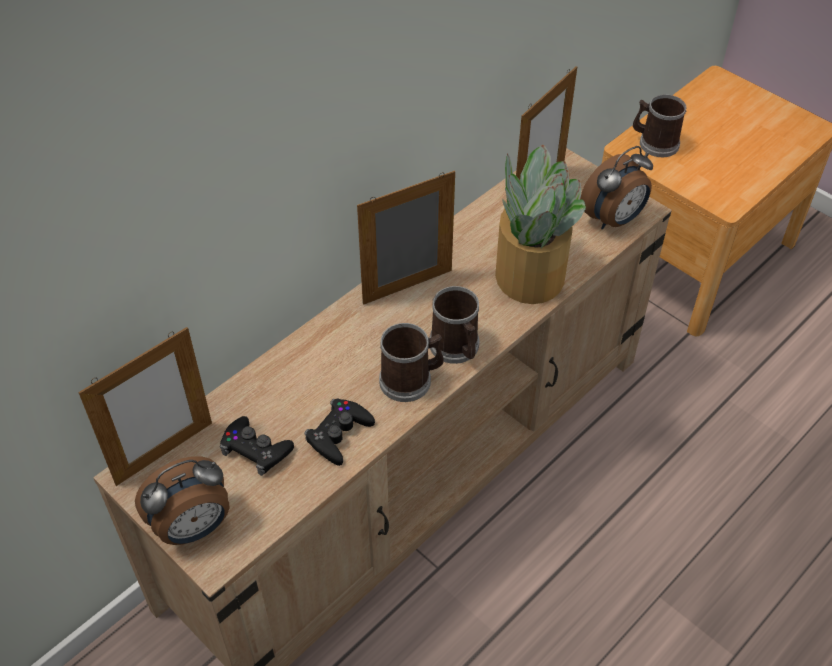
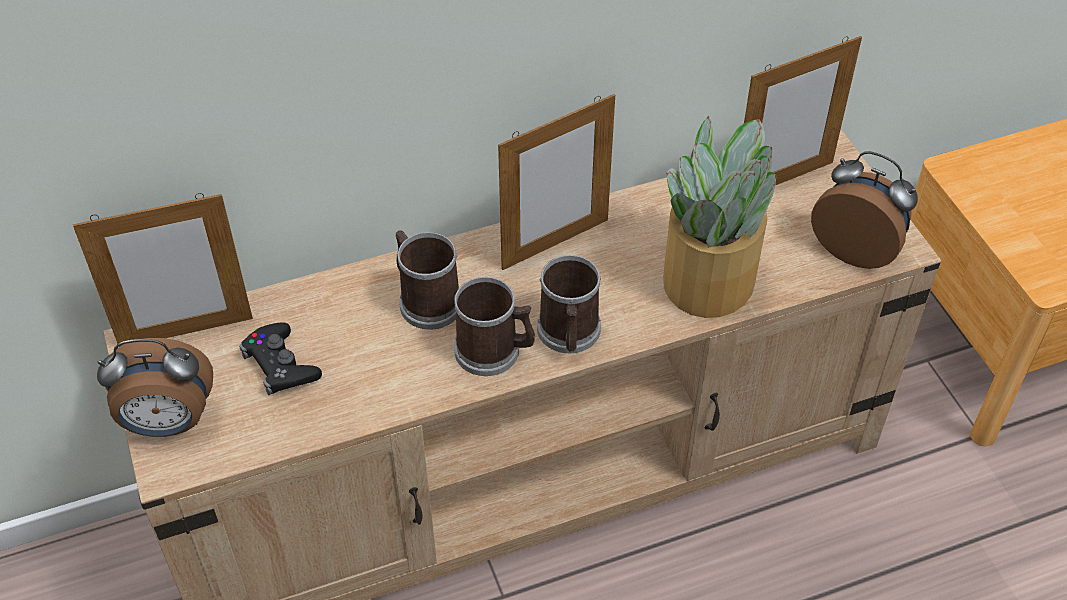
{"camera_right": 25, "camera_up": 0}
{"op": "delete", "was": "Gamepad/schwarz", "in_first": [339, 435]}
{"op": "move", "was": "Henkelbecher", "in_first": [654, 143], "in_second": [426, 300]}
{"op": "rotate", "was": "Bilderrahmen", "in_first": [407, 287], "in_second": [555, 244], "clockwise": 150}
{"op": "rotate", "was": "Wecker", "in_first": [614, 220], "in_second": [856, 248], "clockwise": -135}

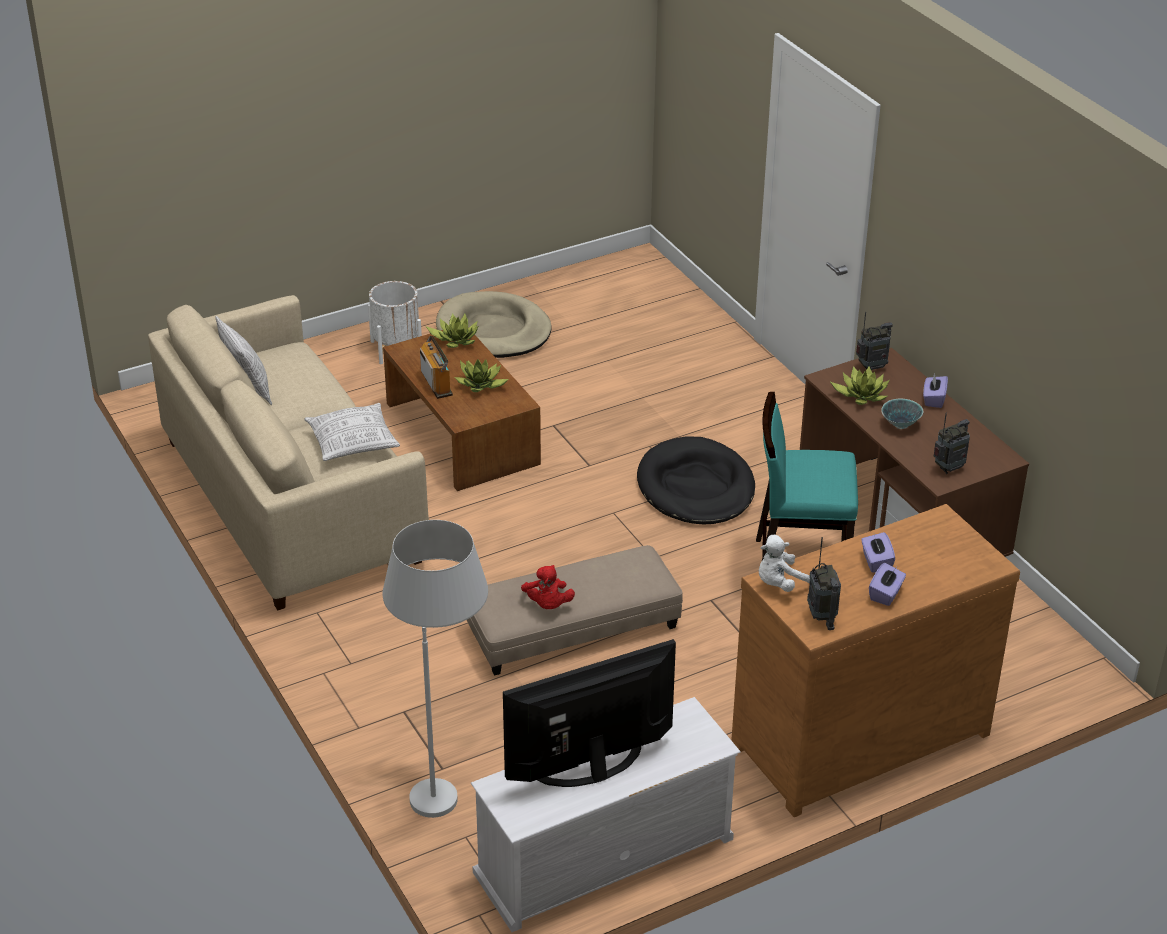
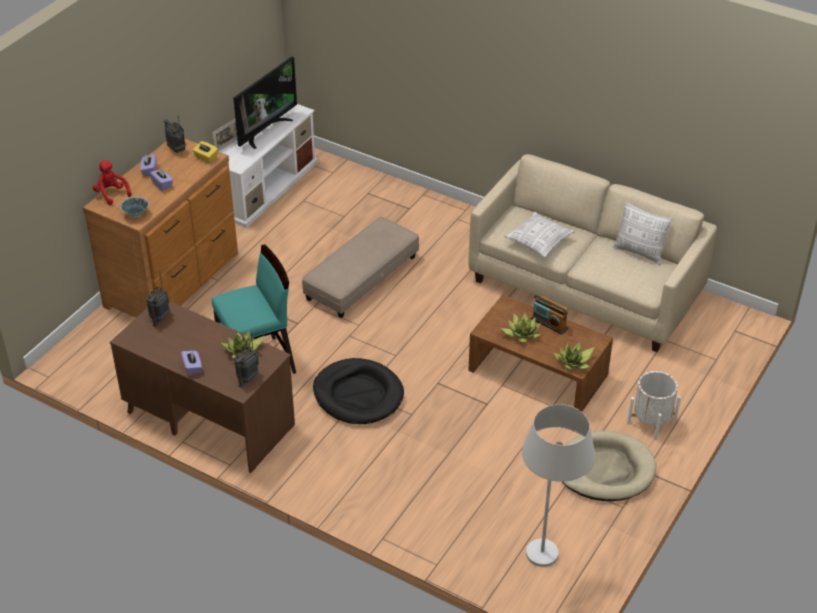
{"camera_right": 150, "camera_up": 5}
{"op": "insert", "now": "Bilderrahmen", "in_second": [227, 145]}
{"op": "move", "was": "Stehlampe/weiß", "in_first": [444, 781], "in_second": [546, 568]}
{"op": "move", "was": "Plüschtier/rot", "in_first": [547, 605], "in_second": [111, 194]}
{"op": "move", "was": "Schüssel", "in_first": [901, 424], "in_second": [136, 214]}
{"op": "replace", "was": "Plüschtier/weiß", "now": "Taschentuchbox/gelb", "in_first": [781, 584], "in_second": [206, 157]}

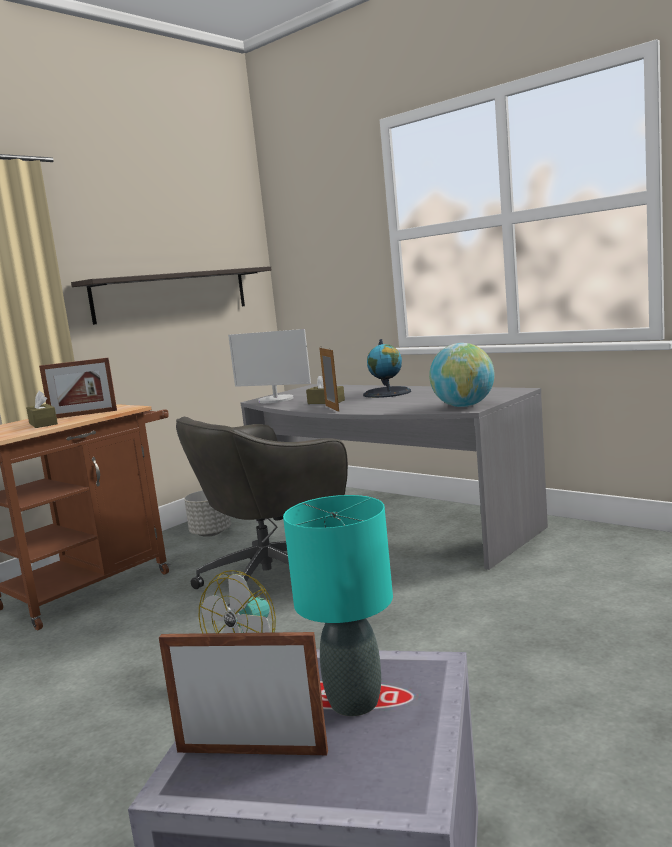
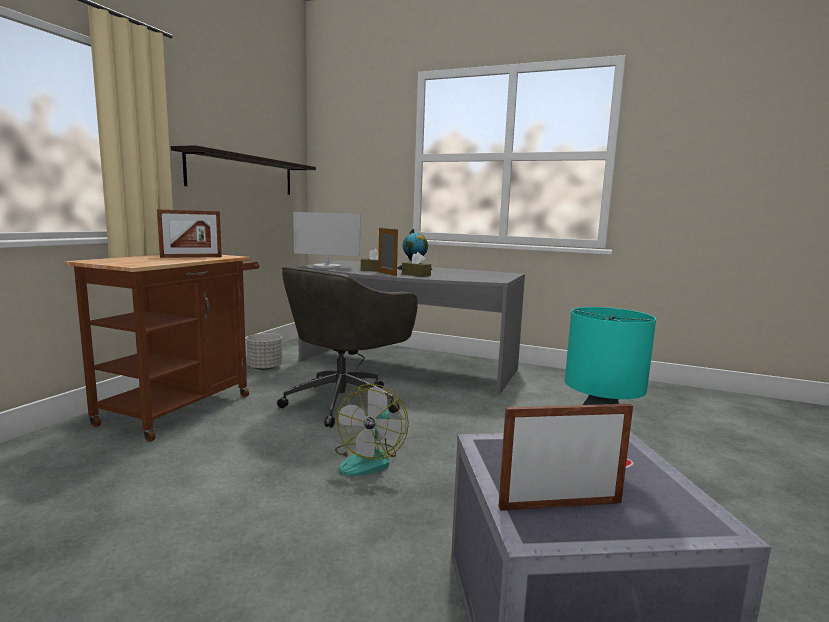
{"camera_right": -20, "camera_up": 0}
{"op": "delete", "was": "Globus", "in_first": [463, 406]}
{"op": "move", "was": "Taschentuchbox/braun", "in_first": [43, 424], "in_second": [416, 275]}

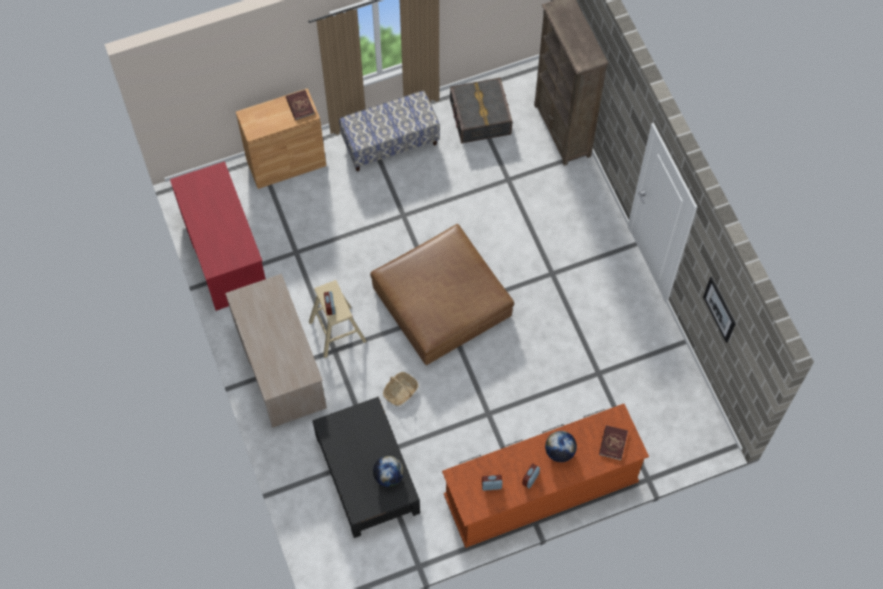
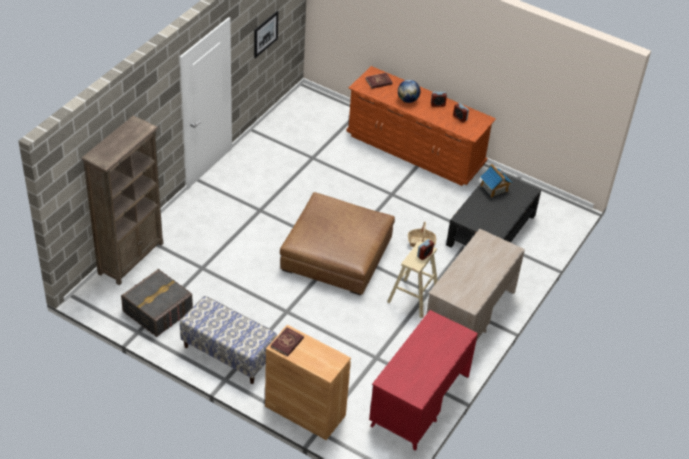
{"camera_right": -130, "camera_up": -20}
{"op": "replace", "was": "Globus", "now": "Spielzeughaus", "in_first": [388, 476], "in_second": [494, 188]}

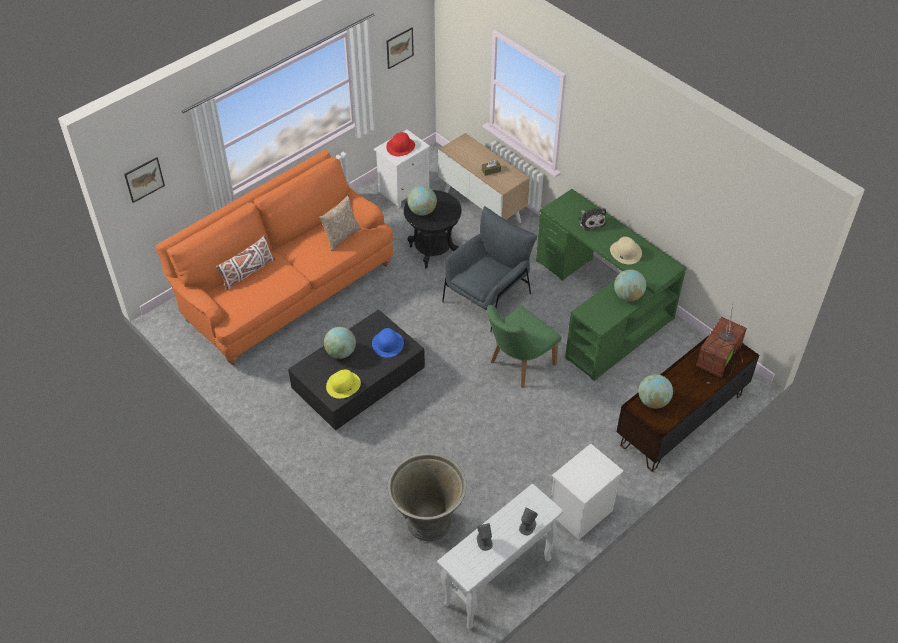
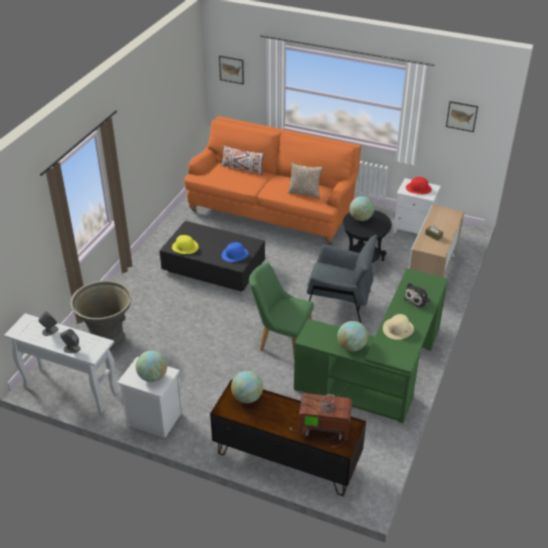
{"camera_right": 65, "camera_up": -10}
{"op": "move", "was": "Globus", "in_first": [341, 352], "in_second": [152, 377]}

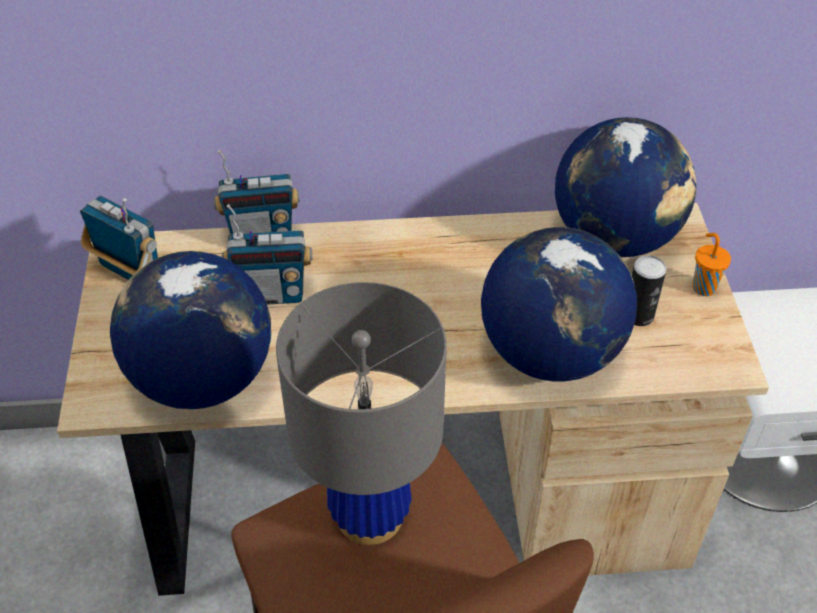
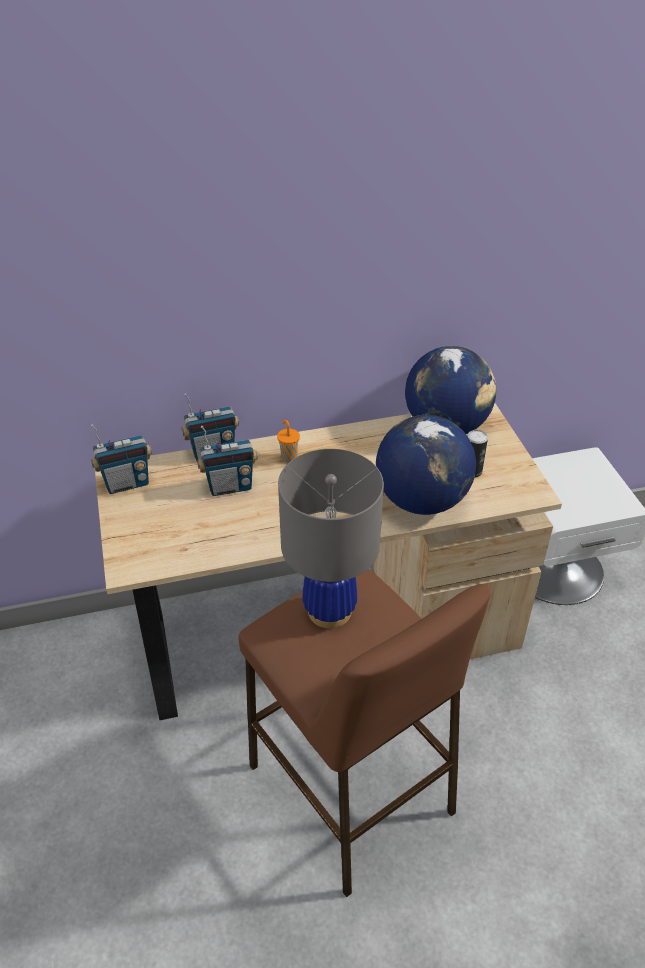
{"camera_right": -10, "camera_up": -5}
{"op": "delete", "was": "Globus", "in_first": [202, 379]}
{"op": "move", "was": "Tasse/orange", "in_first": [703, 287], "in_second": [288, 457]}
{"op": "rotate", "was": "Radio", "in_first": [129, 270], "in_second": [127, 483], "clockwise": 135}

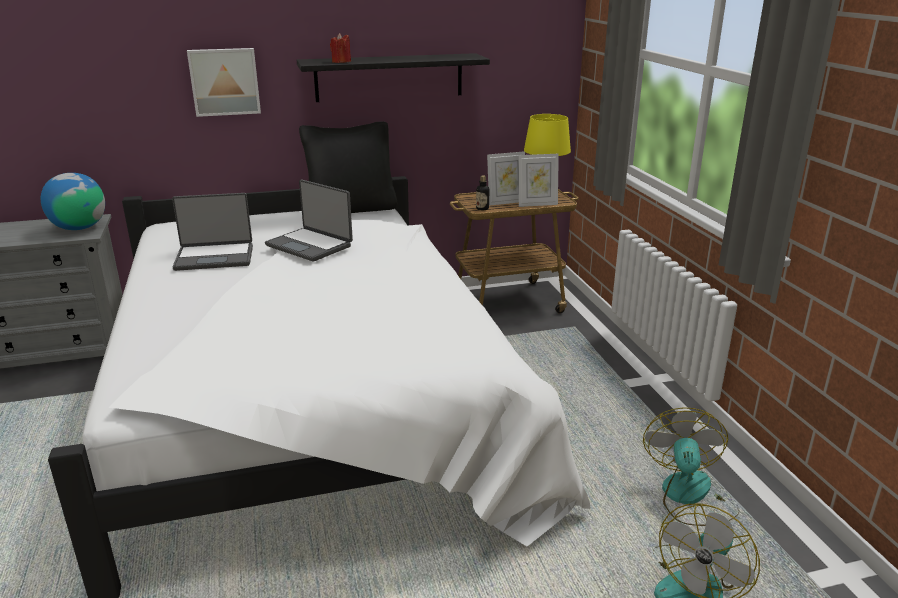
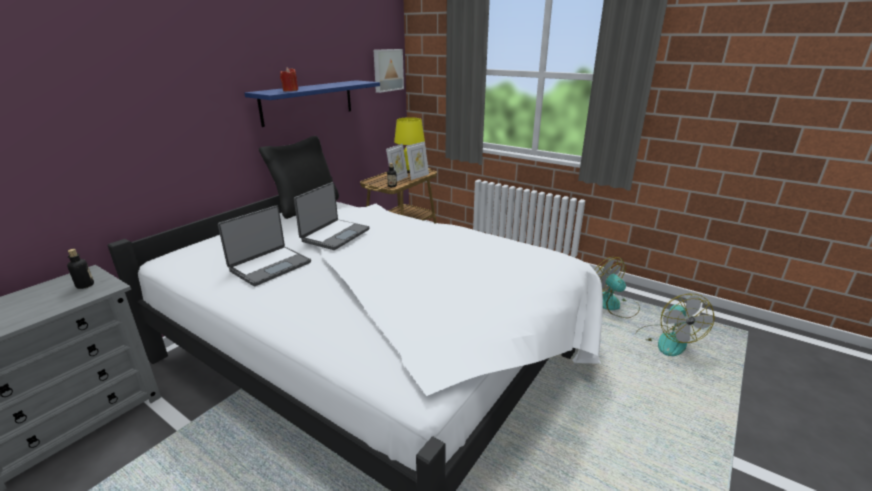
{"camera_right": -40, "camera_up": 0}
{"op": "move", "was": "Bild", "in_first": [224, 81], "in_second": [387, 70]}
{"op": "replace", "was": "Globus", "now": "Flasche", "in_first": [79, 228], "in_second": [85, 285]}
{"op": "recolor", "was": "Wandregal/schwarz", "now": "Wandregal/blau", "in_first": [389, 77], "in_second": [308, 102]}
{"op": "rotate", "was": "Laptop", "in_first": [310, 245], "in_second": [334, 235], "clockwise": -60}

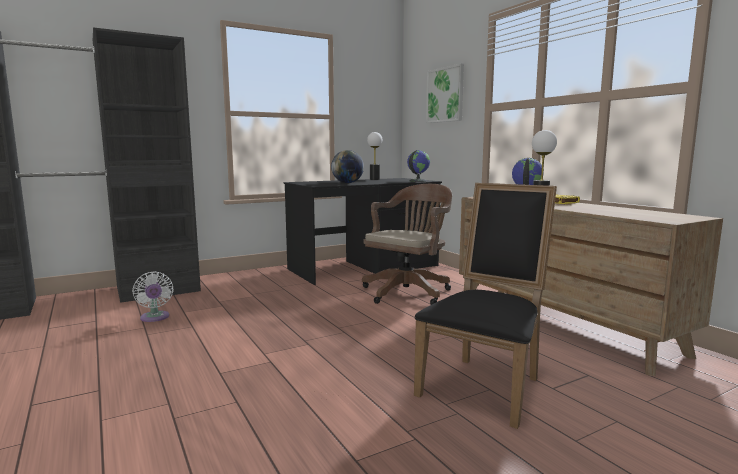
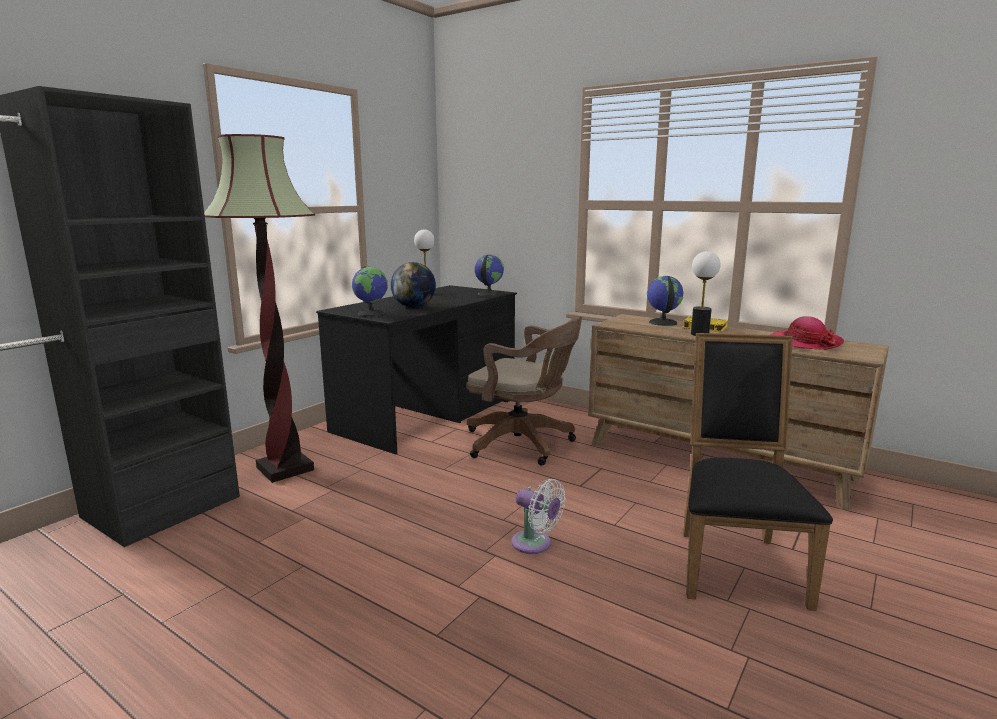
{"camera_right": -25, "camera_up": 5}
{"op": "delete", "was": "Bild", "in_first": [445, 95]}
{"op": "insert", "now": "Stehlampe", "in_second": [285, 469]}
{"op": "insert", "now": "Globus", "in_second": [371, 313]}
{"op": "insert", "now": "Hut", "in_second": [804, 343]}
{"op": "move", "was": "Ventilator/weiß", "in_first": [155, 318], "in_second": [535, 544]}
{"op": "rotate", "was": "Bürostuhl/braun", "in_first": [409, 291], "in_second": [523, 444], "clockwise": 105}

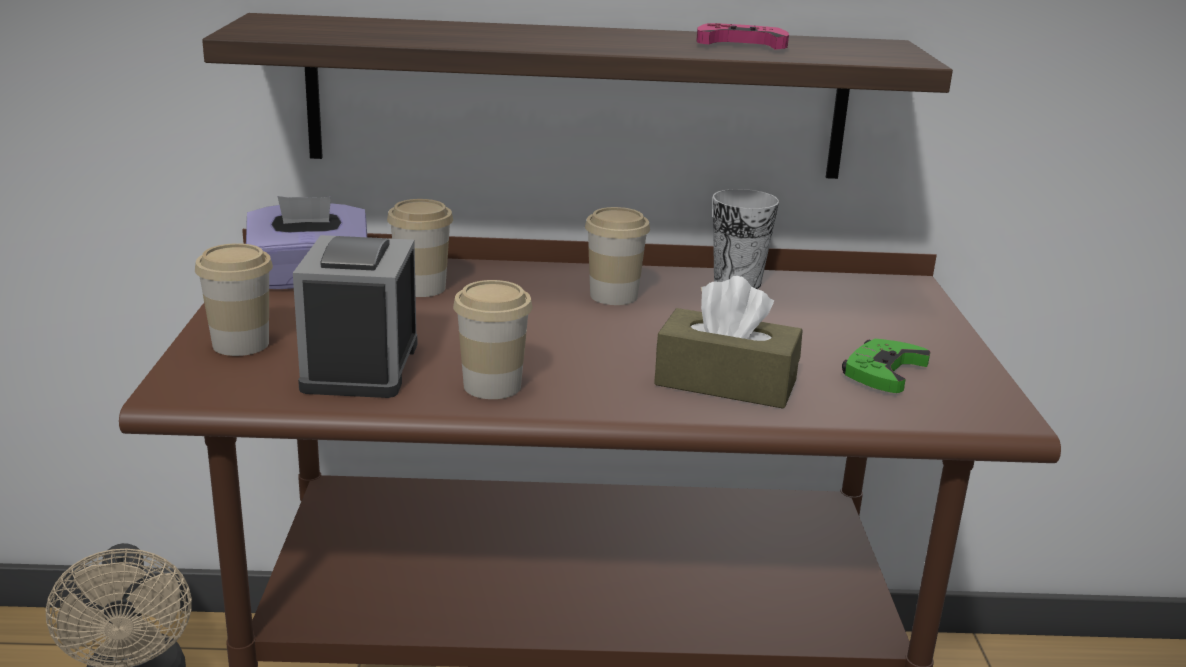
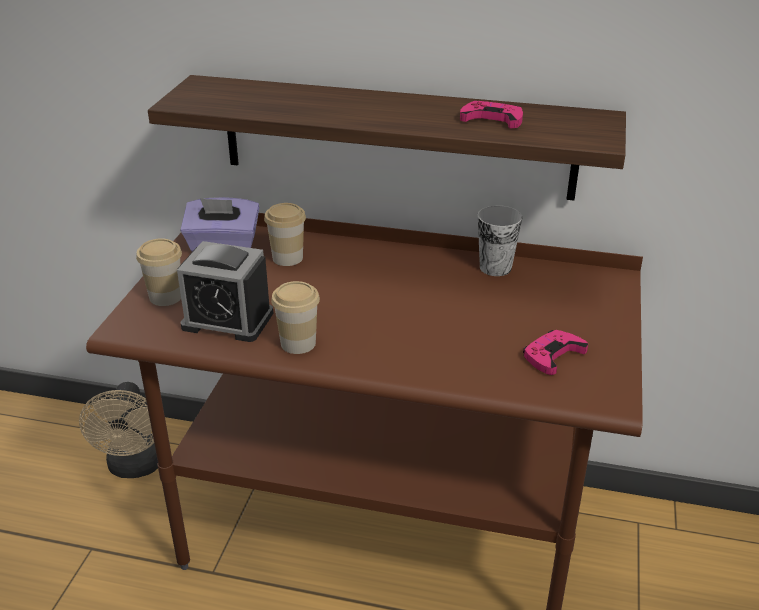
{"camera_right": 15, "camera_up": 10}
{"op": "delete", "was": "Tasse", "in_first": [613, 296]}
{"op": "delete", "was": "Taschentuchbox/braun", "in_first": [725, 382]}
{"op": "recolor", "was": "Gamepad/grün", "now": "Gamepad/rosa", "in_first": [883, 372], "in_second": [553, 355]}
{"op": "rotate", "was": "Wecker", "in_first": [360, 366], "in_second": [227, 320], "clockwise": -90}

